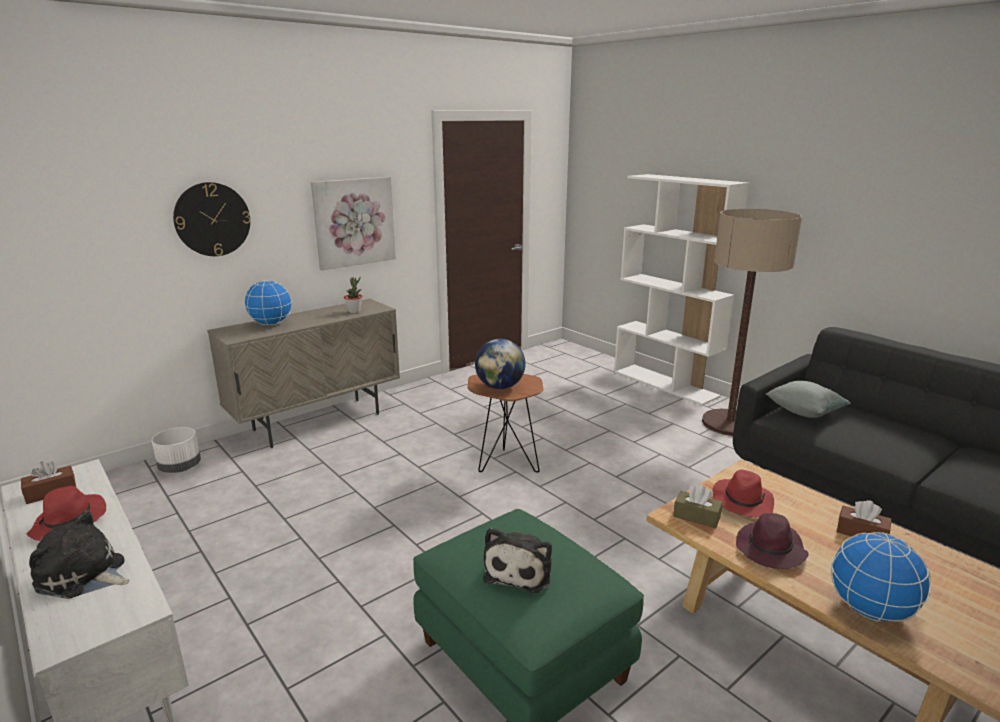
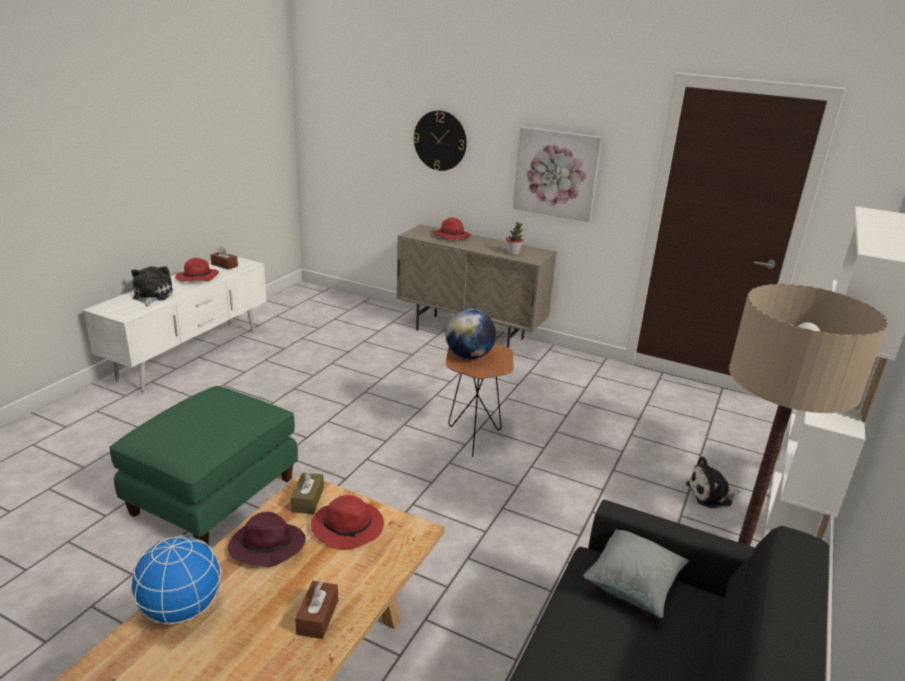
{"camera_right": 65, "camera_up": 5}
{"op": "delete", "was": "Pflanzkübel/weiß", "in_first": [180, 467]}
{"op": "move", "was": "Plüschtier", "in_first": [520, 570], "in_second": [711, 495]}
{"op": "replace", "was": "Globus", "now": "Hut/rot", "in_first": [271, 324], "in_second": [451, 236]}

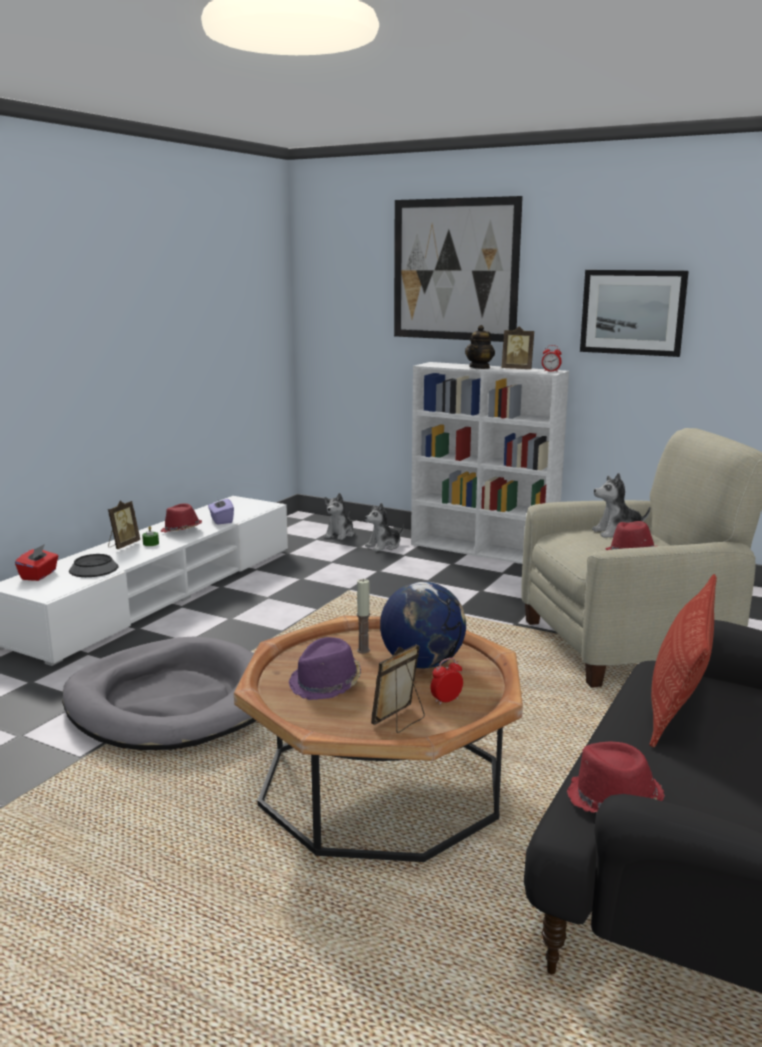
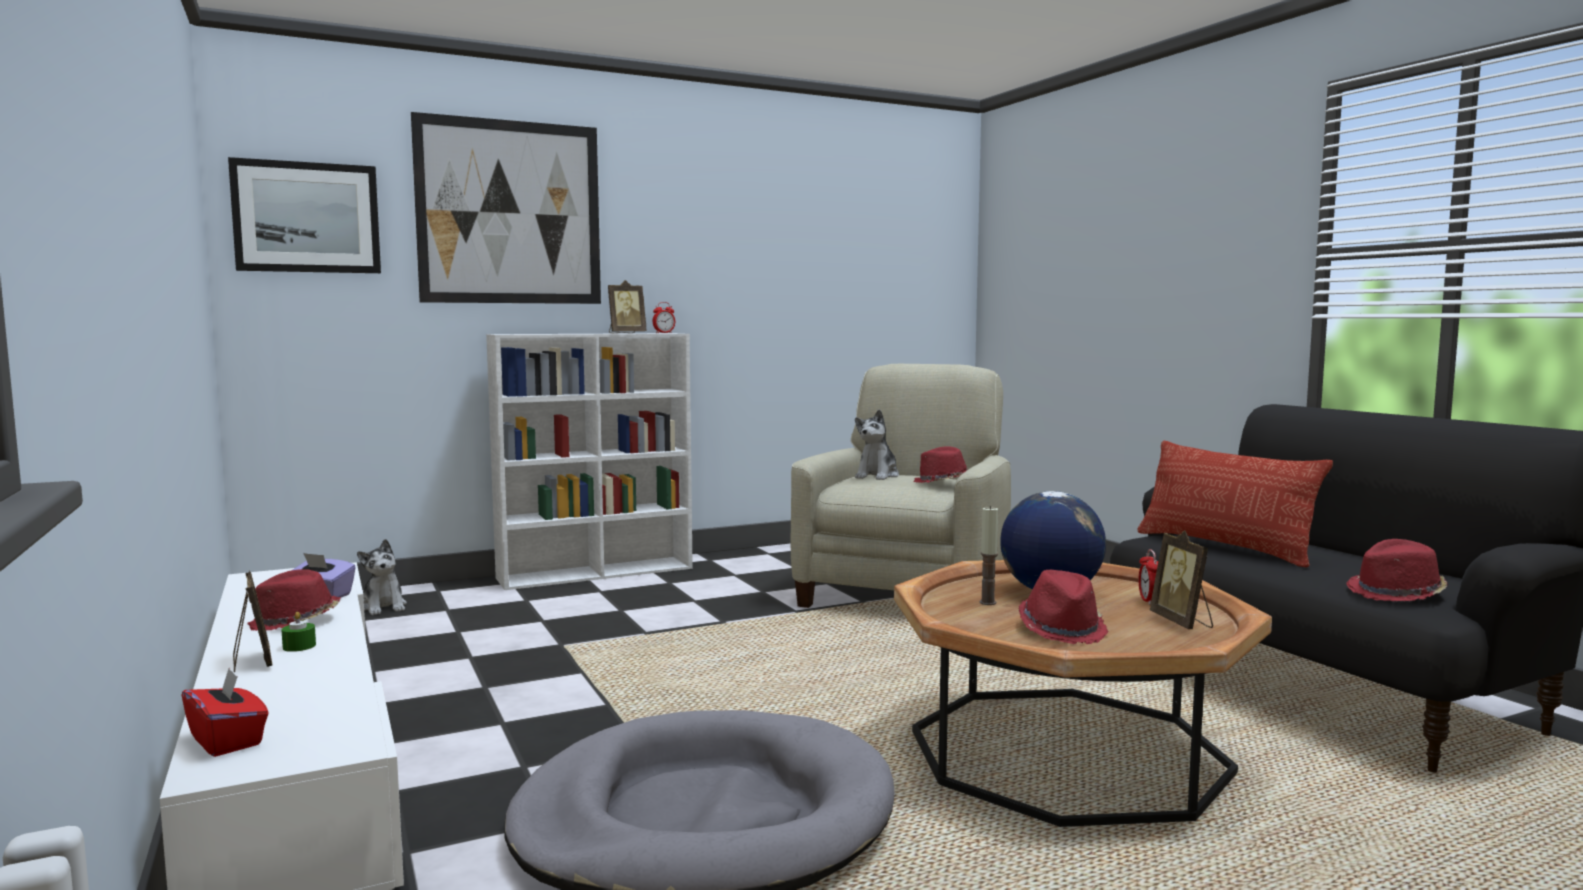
{"camera_right": -55, "camera_up": -10}
{"op": "delete", "was": "Schüssel", "in_first": [93, 568]}
{"op": "delete", "was": "Plüschtier", "in_first": [384, 546]}
{"op": "delete", "was": "Teekanne", "in_first": [479, 367]}
{"op": "move", "was": "Bild", "in_first": [632, 312], "in_second": [307, 217]}
{"op": "recolor", "was": "Hut/lila", "now": "Hut/rot", "in_first": [326, 684], "in_second": [1062, 629]}

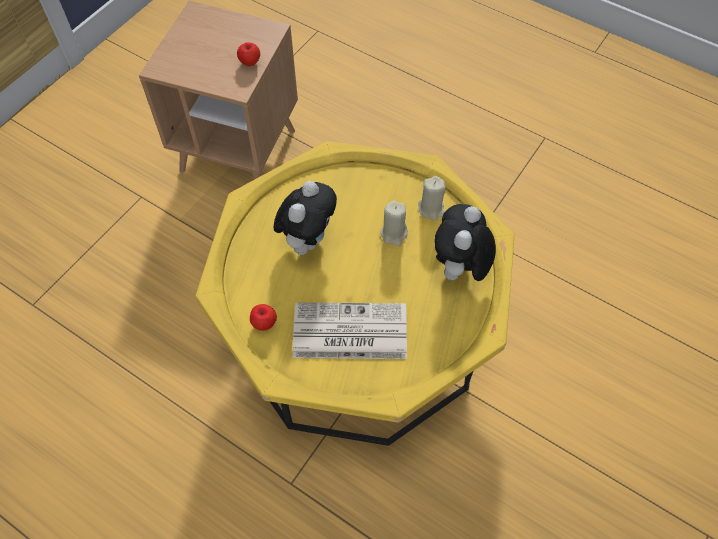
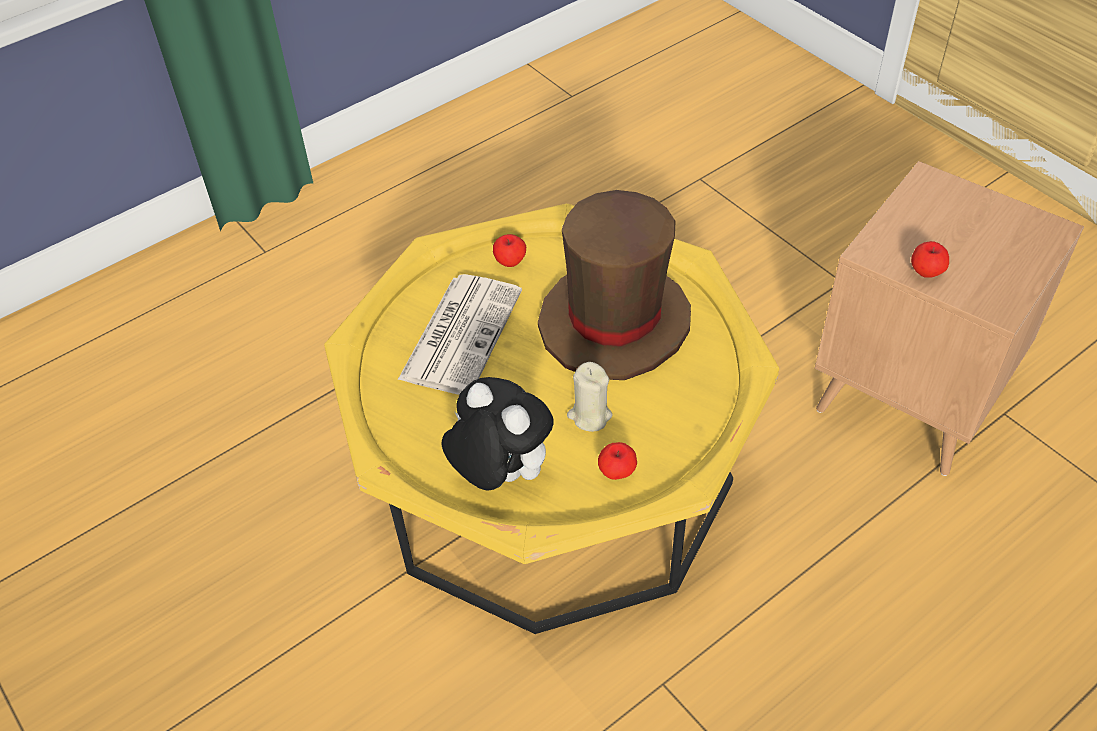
{"camera_right": 110, "camera_up": -10}
{"op": "replace", "was": "Plüschtier", "now": "Hut/braun", "in_first": [307, 239], "in_second": [615, 322]}
{"op": "replace", "was": "Kerze/beige", "now": "Apfel", "in_first": [431, 209], "in_second": [616, 472]}

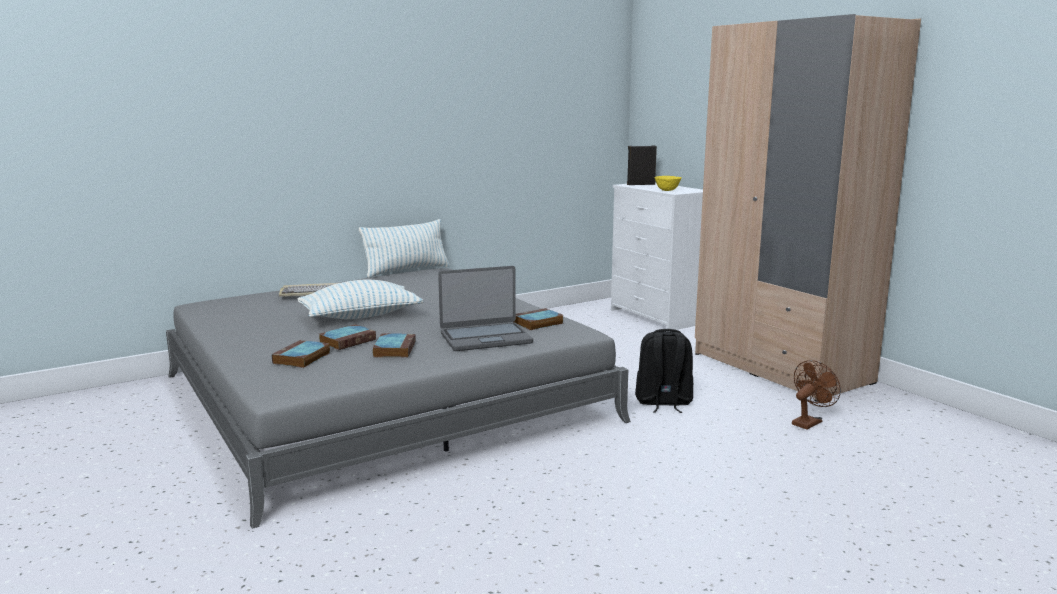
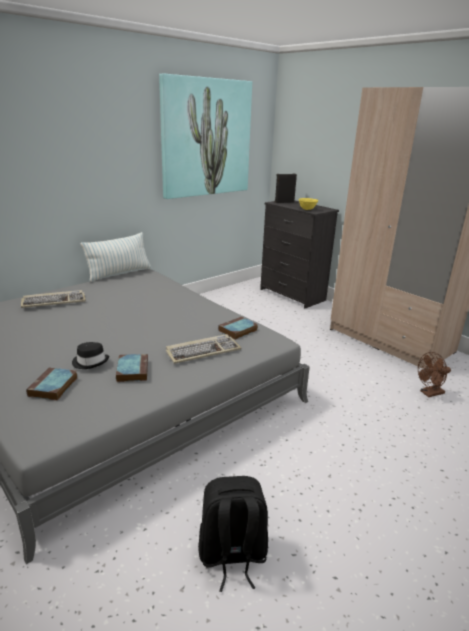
{"camera_right": -10, "camera_up": 10}
{"op": "delete", "was": "Kissen", "in_first": [361, 316]}
{"op": "insert", "now": "Bild", "in_second": [206, 138]}
{"op": "move", "was": "Rucksack/schwarz", "in_first": [663, 402], "in_second": [232, 555]}
{"op": "replace", "was": "Buch", "now": "Hut/schwarz", "in_first": [348, 341], "in_second": [90, 361]}
{"op": "replace", "was": "Laptop", "now": "Tastatur", "in_first": [485, 338], "in_second": [203, 351]}
{"op": "recolor", "was": "Kommode/weiß", "now": "Kommode/schwarz", "in_first": [656, 317], "in_second": [292, 295]}
{"op": "rotate", "was": "Ventilator/braun", "in_first": [809, 422], "in_second": [429, 393], "clockwise": -150}

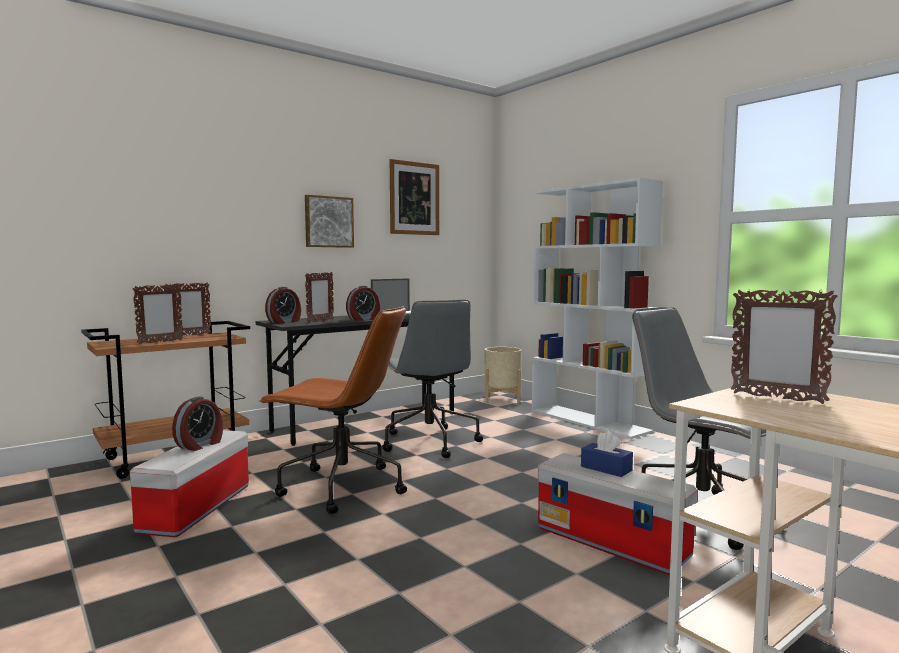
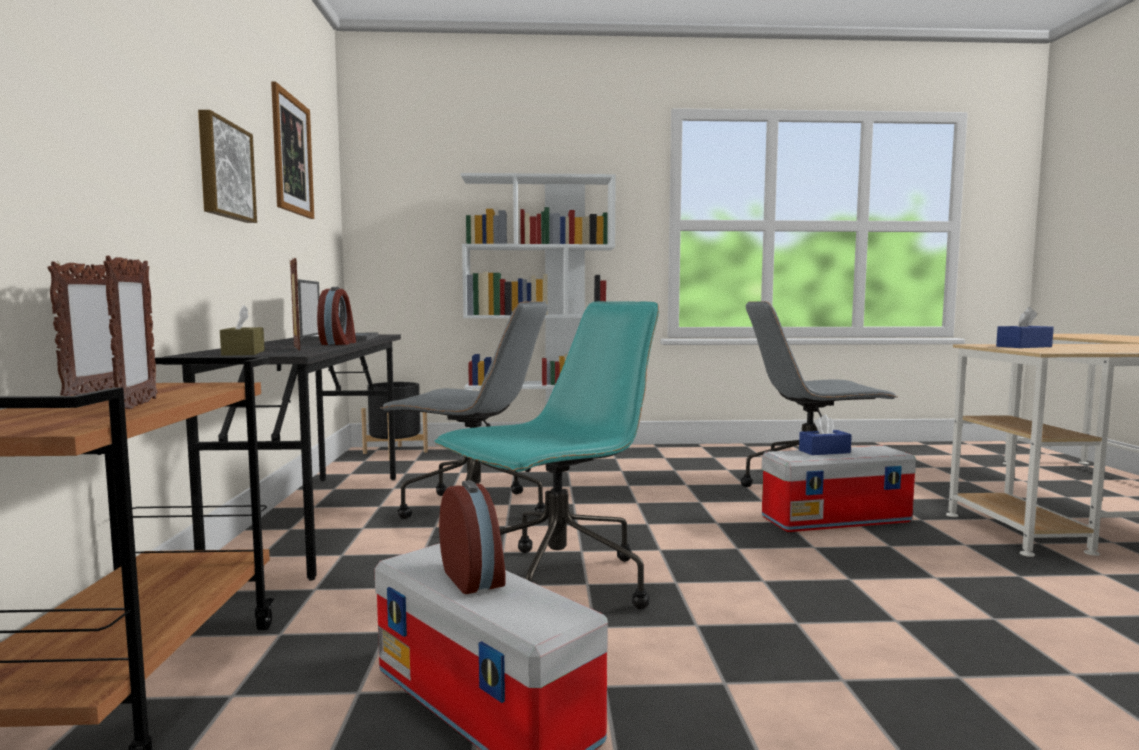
{"camera_right": -55, "camera_up": 0}
{"op": "replace", "was": "Wecker", "now": "Taschentuchbox/braun", "in_first": [284, 322], "in_second": [243, 353]}
{"op": "replace", "was": "Bilderrahmen", "now": "Taschentuchbox/blau", "in_first": [776, 398], "in_second": [1023, 346]}
{"op": "recolor", "was": "Bürostuhl/braun", "now": "Bürostuhl/türkis", "in_first": [340, 487], "in_second": [555, 585]}
{"op": "recolor", "was": "Pflanzkübel/beige", "now": "Pflanzkübel/schwarz", "in_first": [502, 399], "in_second": [395, 452]}

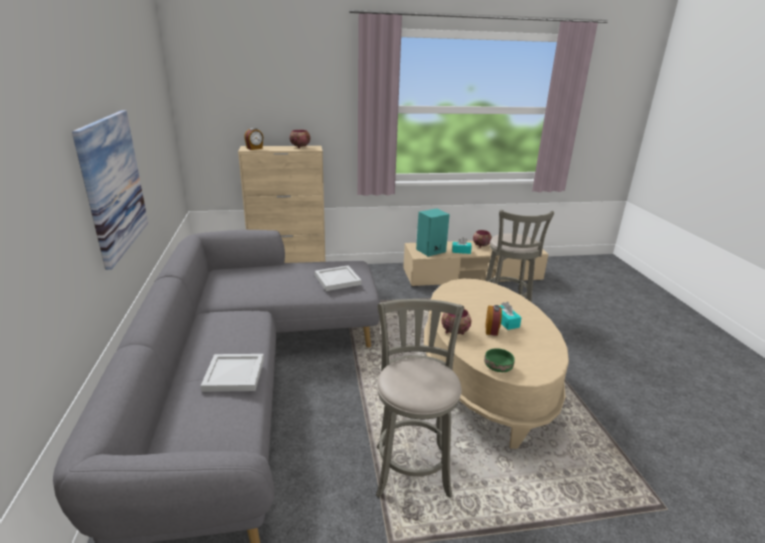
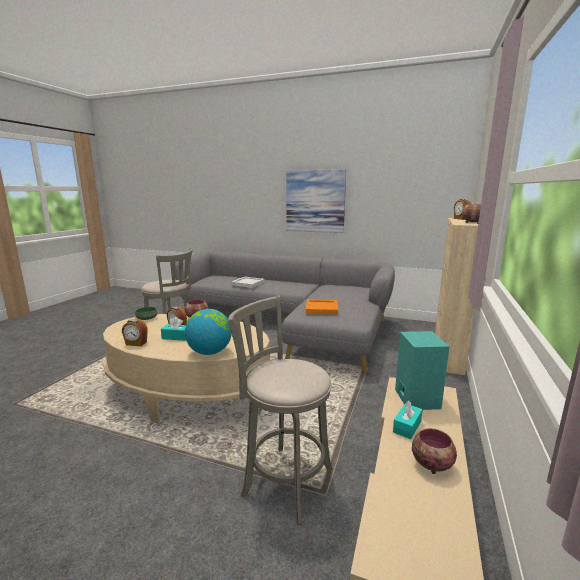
{"camera_right": 120, "camera_up": -10}
{"op": "insert", "now": "Wecker", "in_second": [136, 343]}
{"op": "insert", "now": "Globus", "in_second": [210, 352]}
{"op": "recolor", "was": "Tablett/weiß", "now": "Tablett/orange", "in_first": [338, 280], "in_second": [321, 308]}

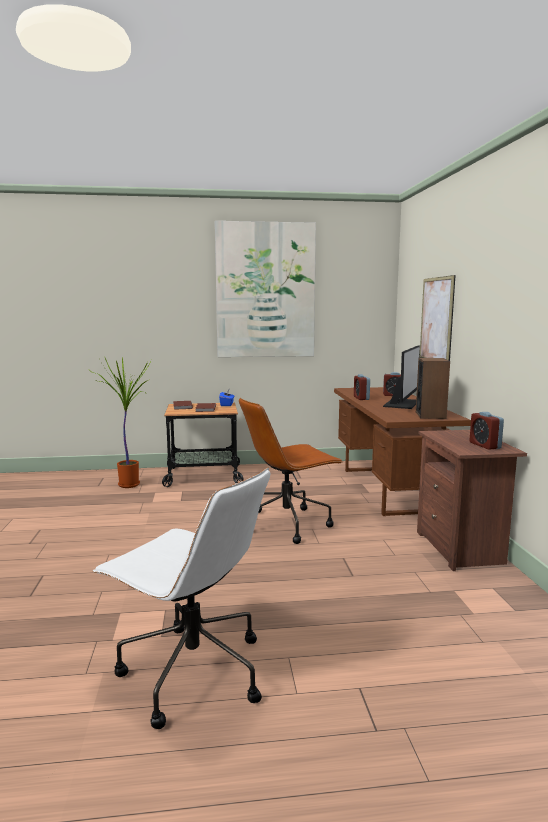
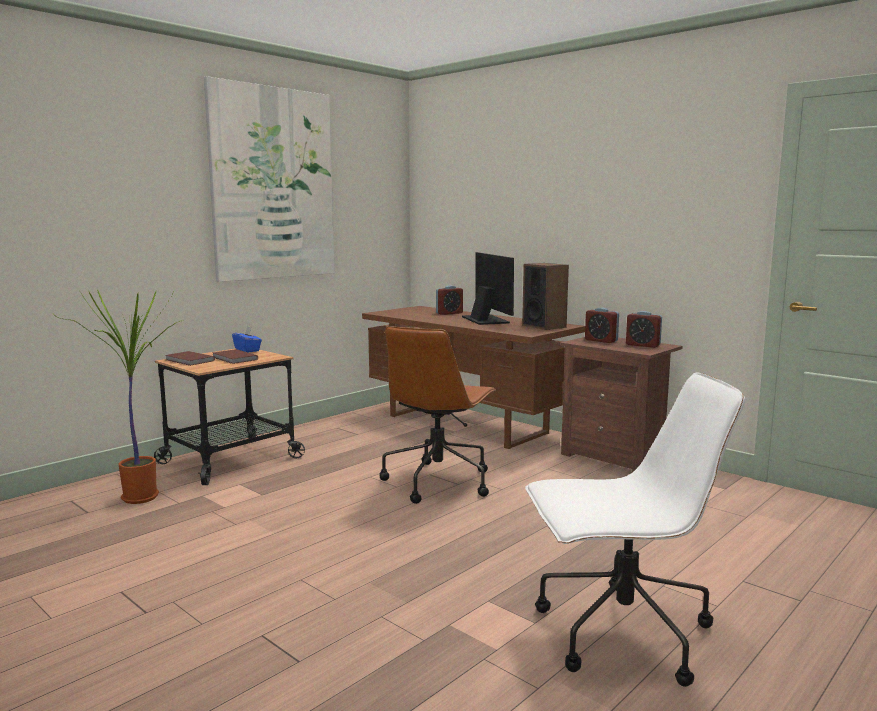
{"camera_right": -40, "camera_up": 0}
{"op": "delete", "was": "Bild", "in_first": [436, 320]}
{"op": "move", "was": "Wecker", "in_first": [361, 398], "in_second": [601, 340]}

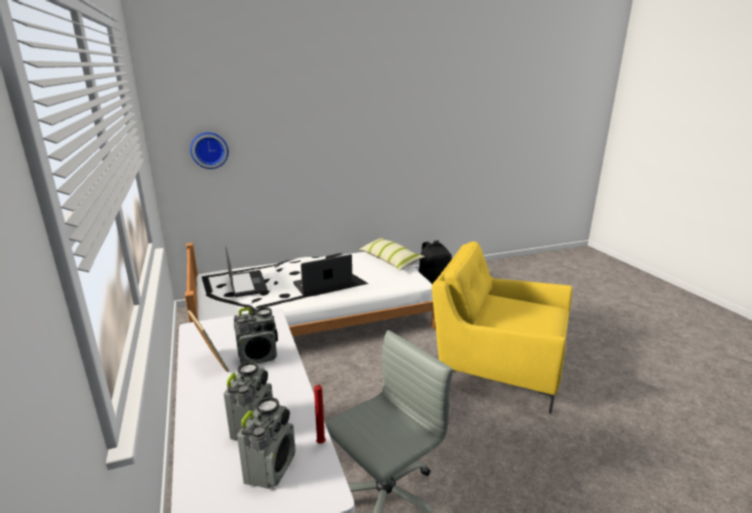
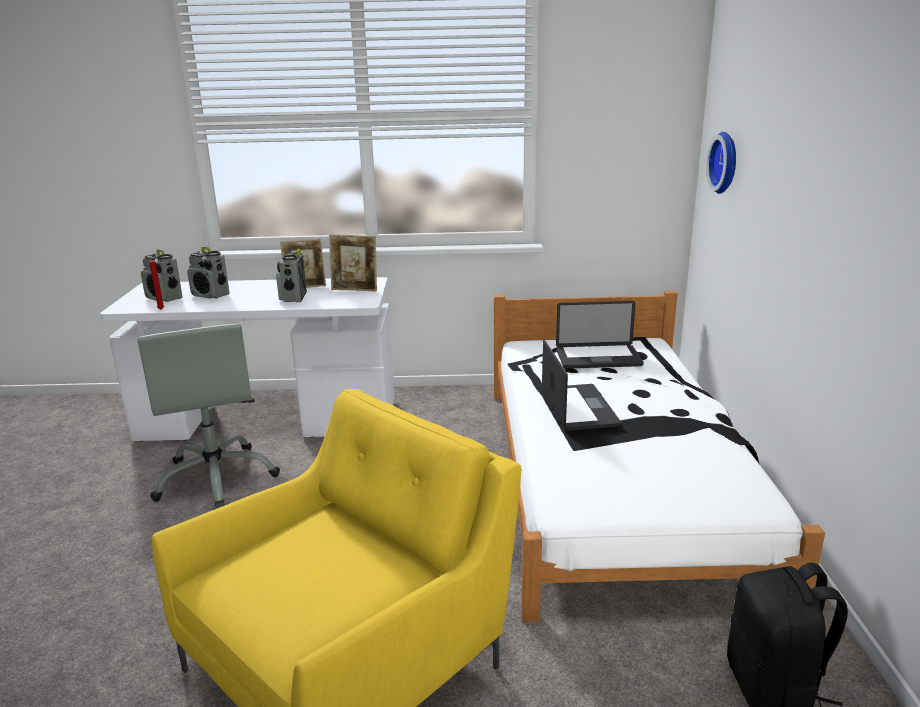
{"camera_right": 110, "camera_up": 0}
{"op": "delete", "was": "Kissen", "in_first": [390, 260]}
{"op": "insert", "now": "Bilderrahmen", "in_second": [355, 290]}

